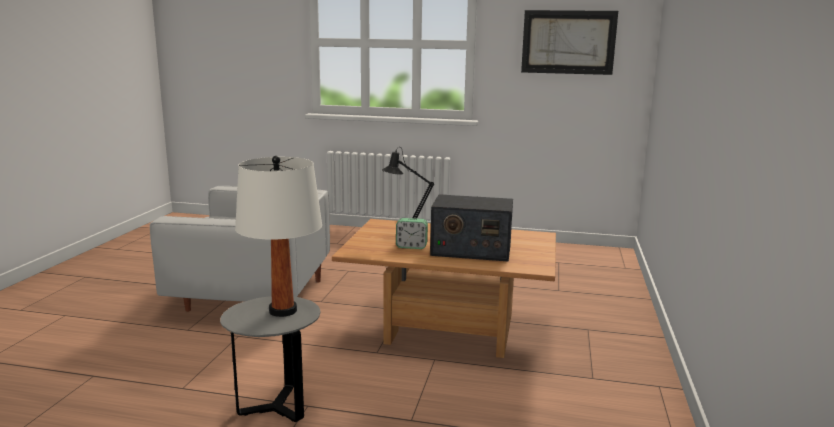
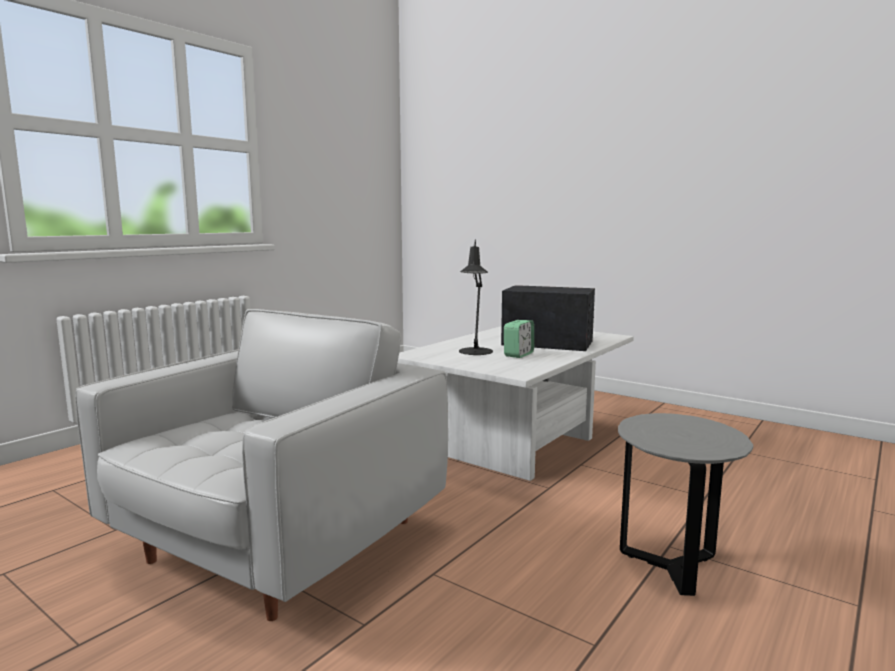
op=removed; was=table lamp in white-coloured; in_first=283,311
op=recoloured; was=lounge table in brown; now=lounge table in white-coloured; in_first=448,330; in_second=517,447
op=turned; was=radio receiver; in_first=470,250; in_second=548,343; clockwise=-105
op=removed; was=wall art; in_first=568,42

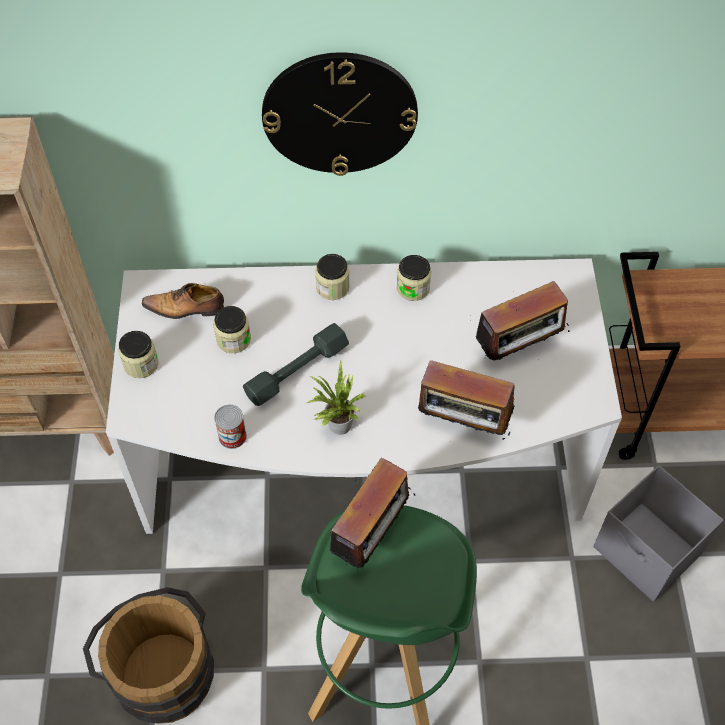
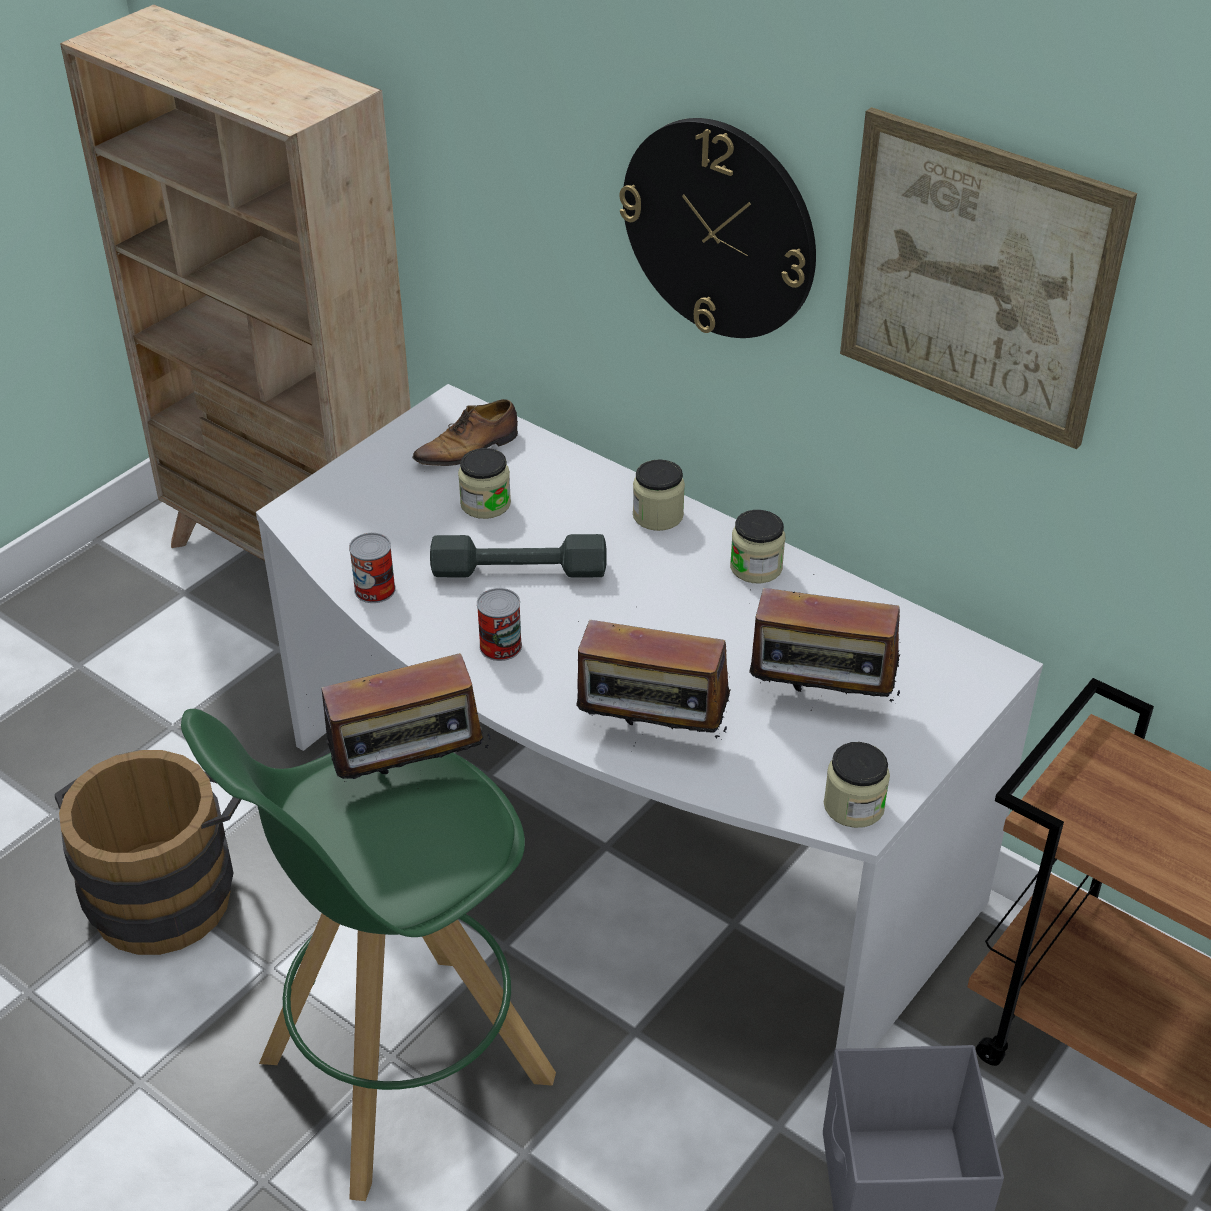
op=moved; was=jar; in_first=141,364; in_second=854,806
op=turned; was=low shoe; in_first=186,308; in_second=470,449; clockwise=-75
op=replaced; was=houseplant; now=metal can; in_first=336,425; in_second=500,646
op=turned; was=radio receiver; in_first=463,424; in_second=651,735; clockwise=-45
op=added; now=wall art; in_second=977,278

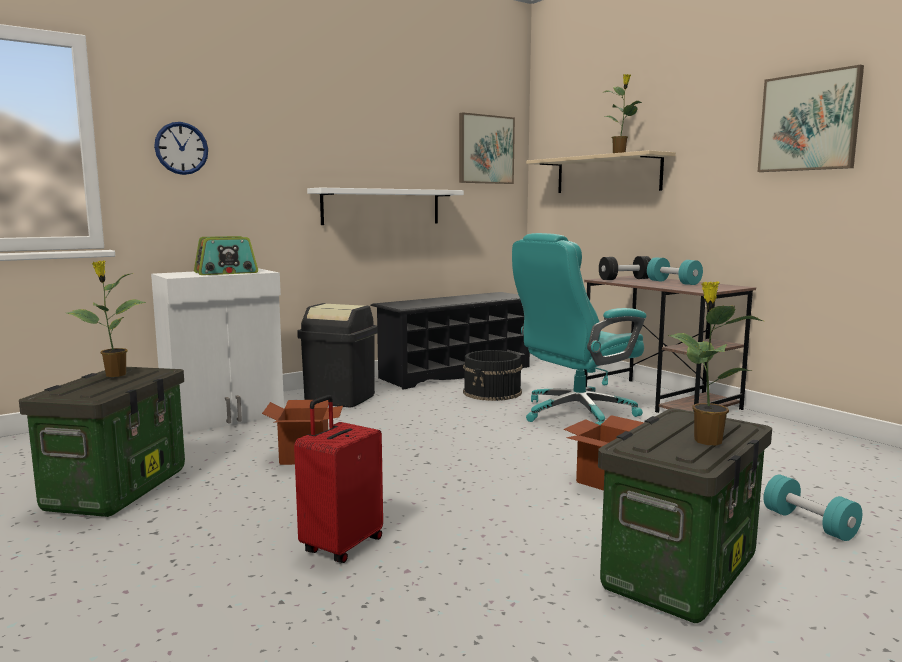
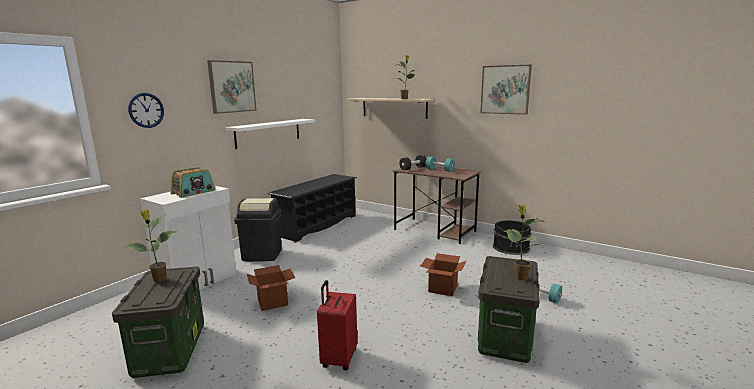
op=moved; was=wall art; in_first=485,149; in_second=232,87
op=moved; was=pail in blackish; in_first=493,392; in_second=511,247
op=removed; was=desk chair in turquoise-coloured; in_first=575,414

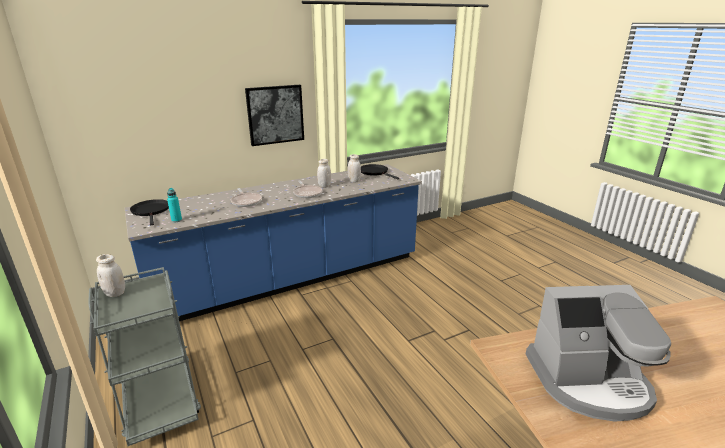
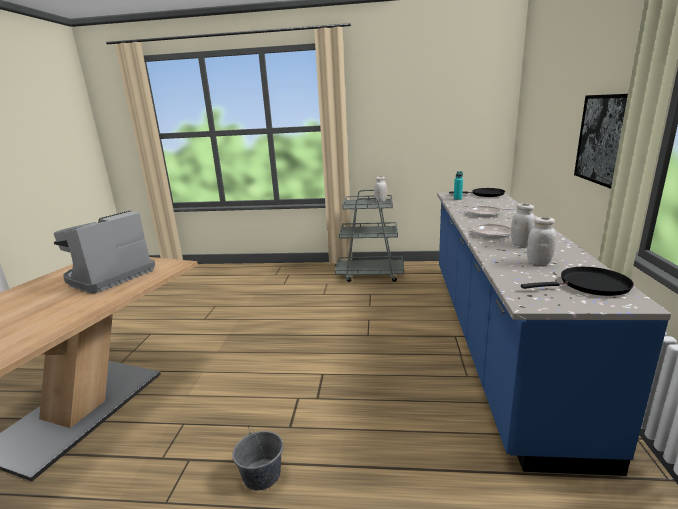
op=added; now=pail in greyish; in_second=262,475

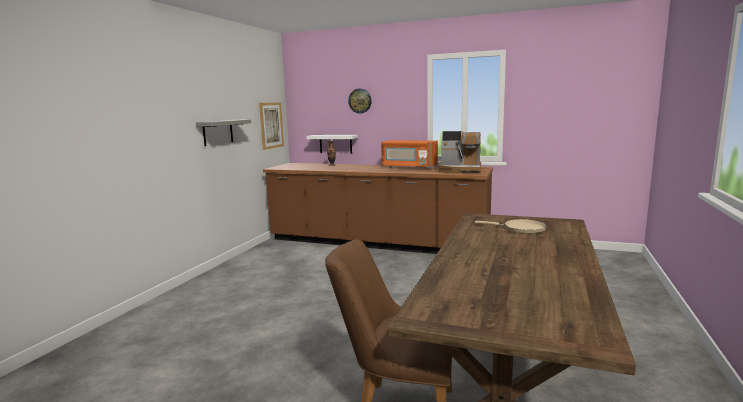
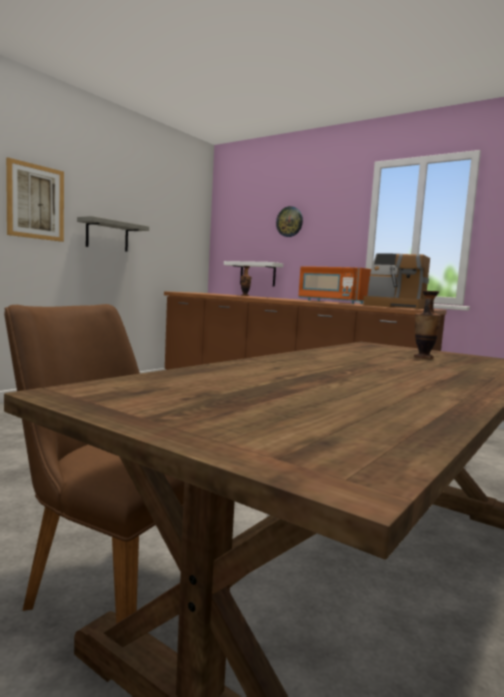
op=moved; was=wall art; in_first=271,125; in_second=35,202
op=replaced; was=frying pan in beige-coloured; now=decorative vase; in_first=521,228; in_second=423,357

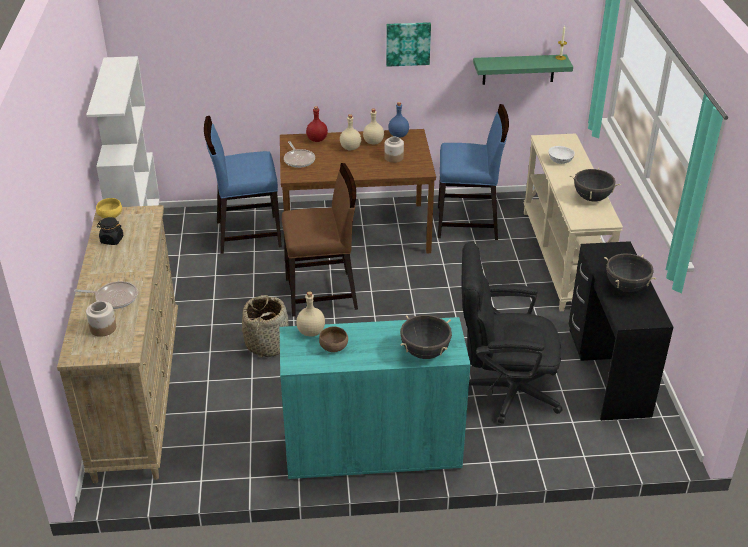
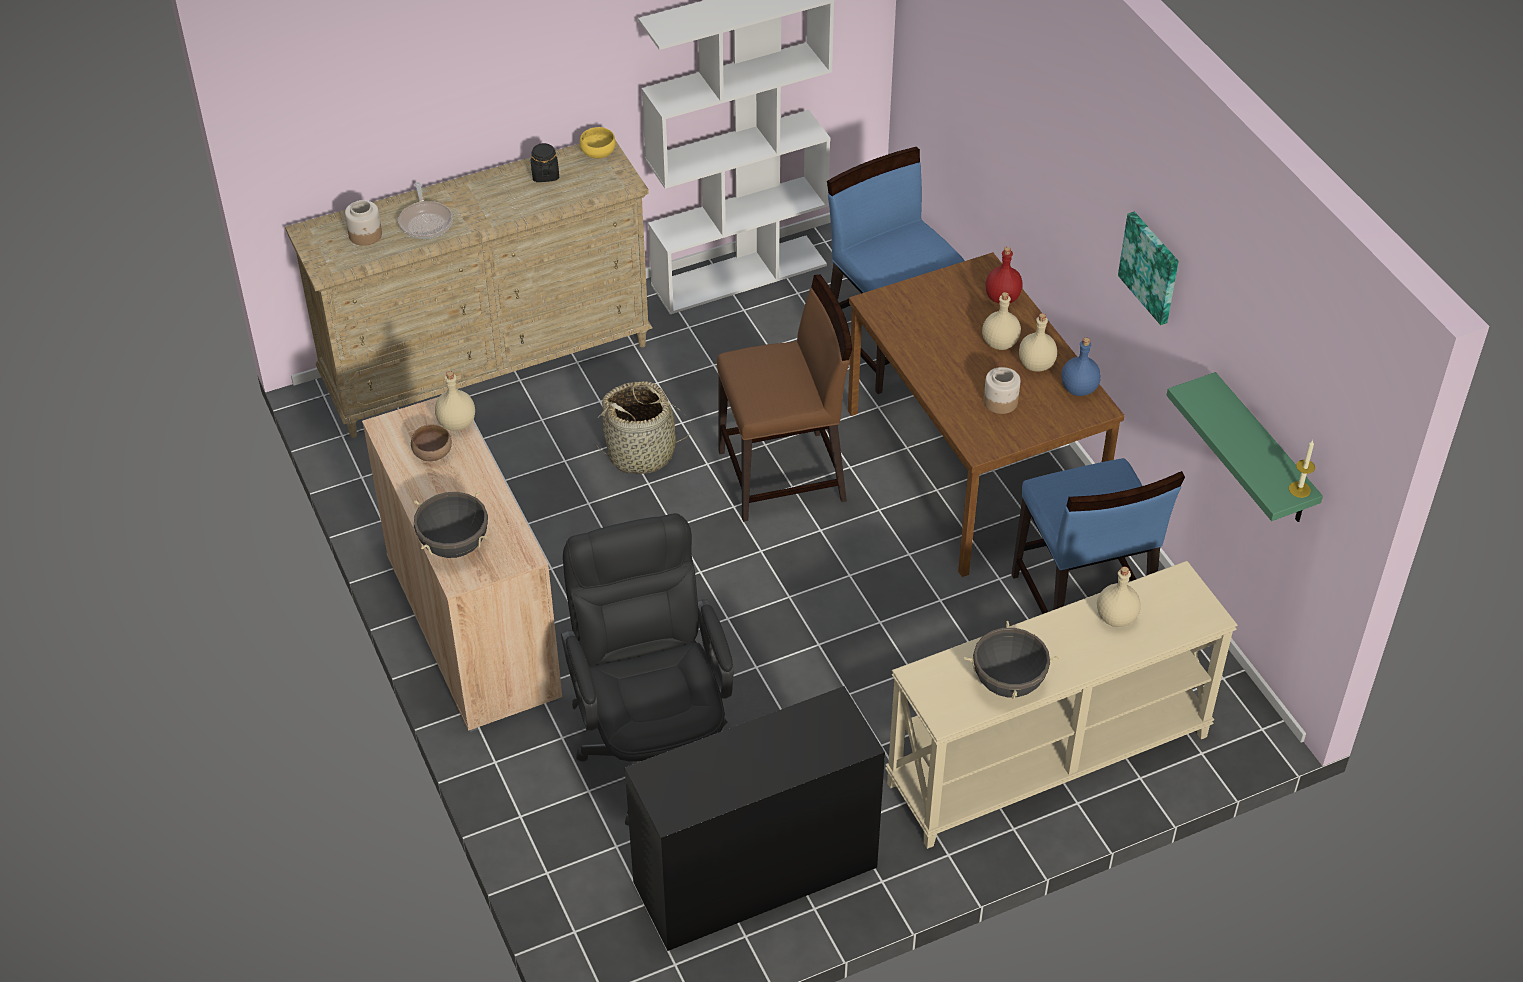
op=recoloured; was=storage cabinet in turquoise-coloured; now=storage cabinet in beige-coloured; in_first=372,449; in_second=473,627
op=turned; was=plain chair in brown; in_first=322,294; in_second=783,476; clockwise=-75
op=removed; was=frying pan; in_first=299,160
op=replaced; was=serving bowl in white-coloured; now=drink bottle in beige-coloured; in_first=560,161; in_second=1115,618
op=removed; was=saucepot in blackish; in_first=626,287

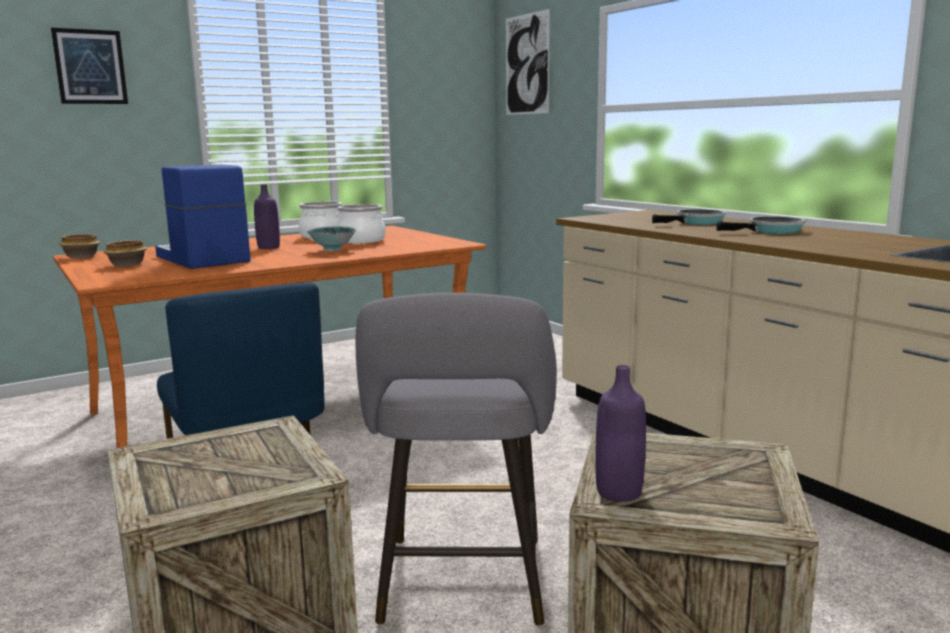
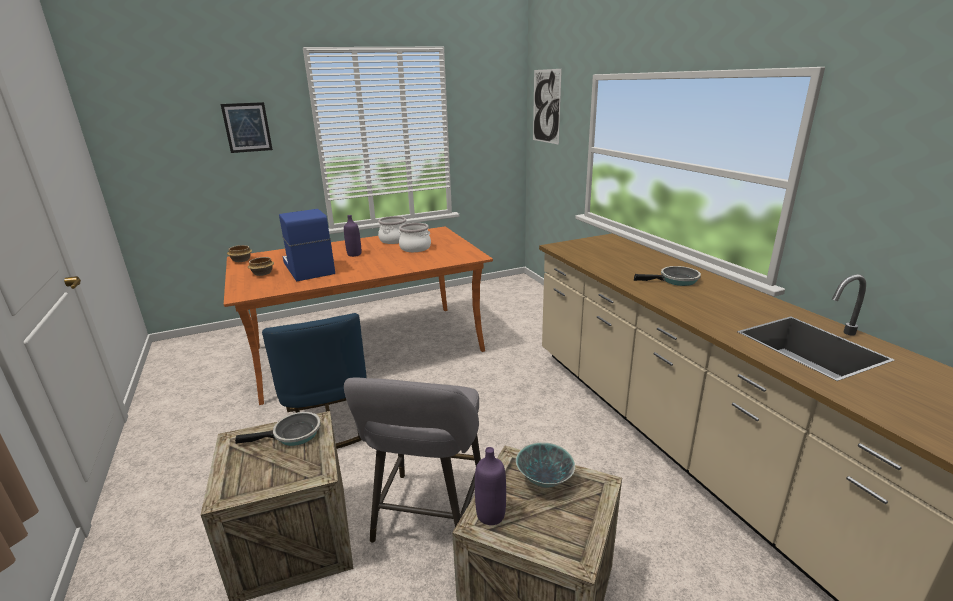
op=moved; was=serving bowl; in_first=332,250; in_second=544,480
op=moved; was=frying pan; in_first=697,222; in_second=293,435

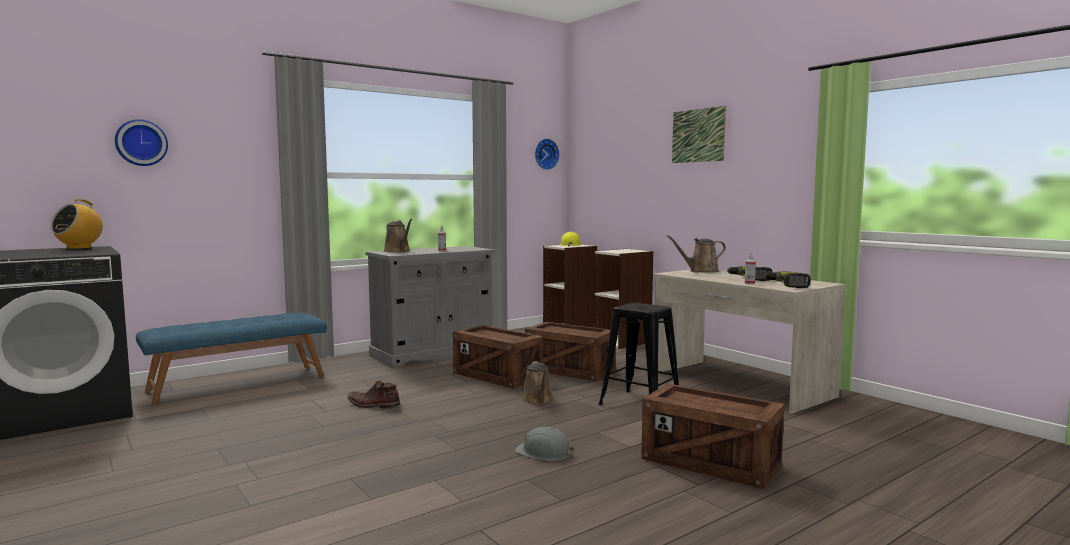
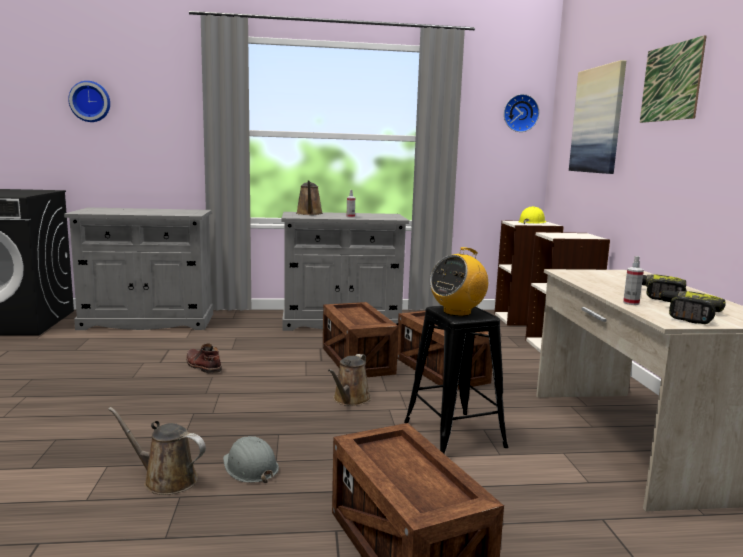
op=moved; was=radio receiver; in_first=79,248; in_second=457,312
op=replaced; was=bench in bluish; now=storage cabinet in greyish; in_first=238,384; in_second=148,322
op=moved; was=sprinkling can in brown; in_first=701,271; in_second=166,480
op=added; now=wall art; in_second=598,120

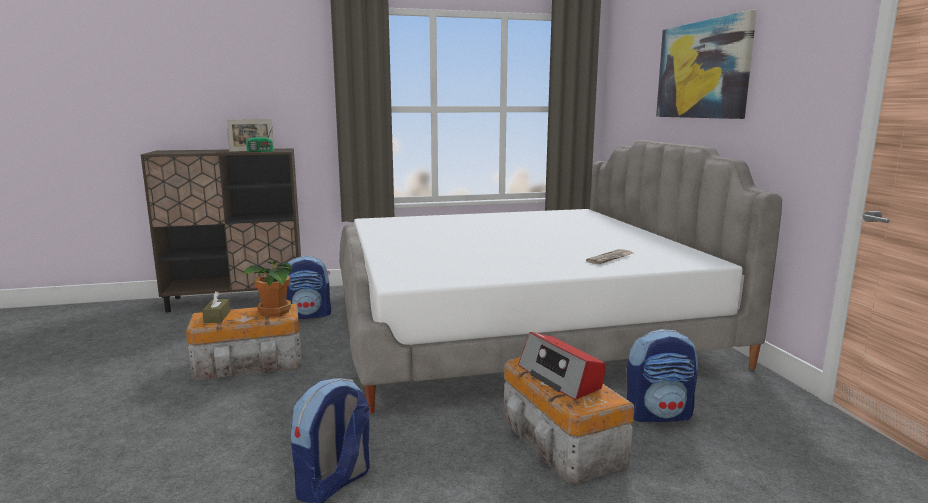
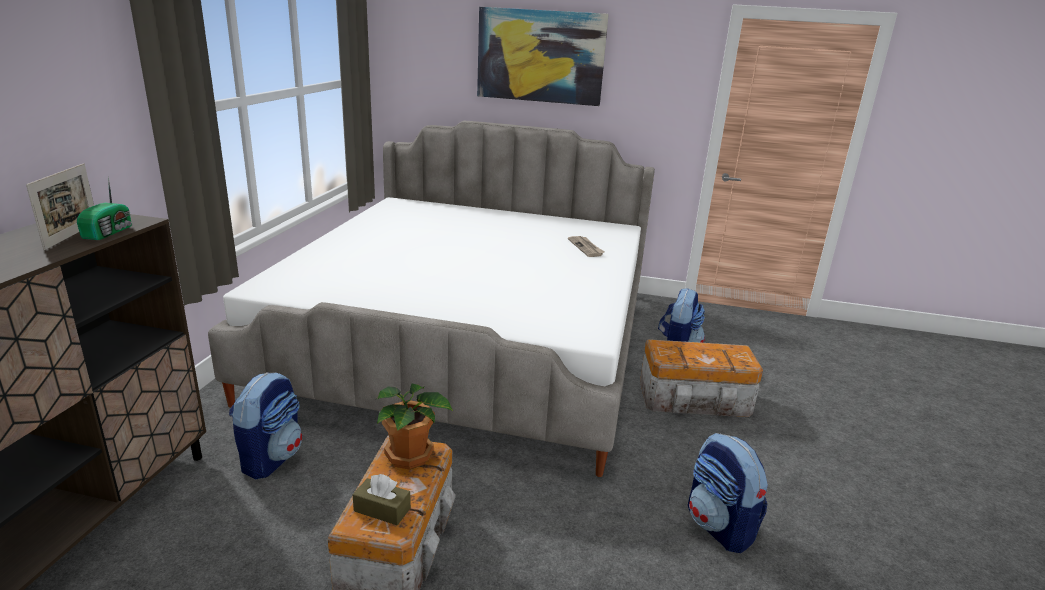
op=removed; was=radio receiver; in_first=560,377

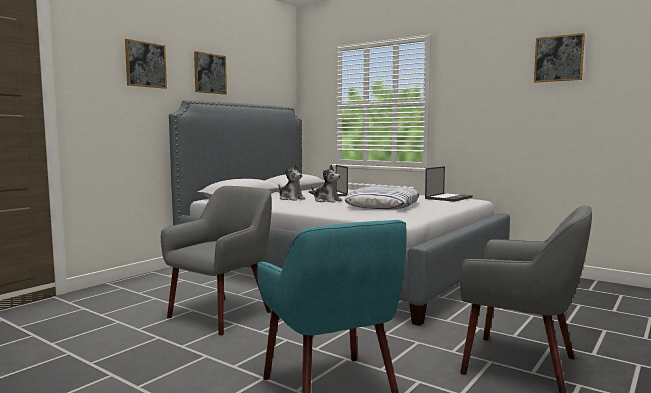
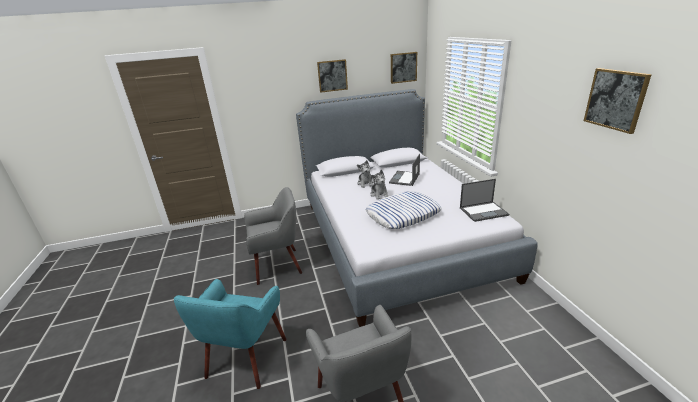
op=moved; was=wall art; in_first=145,64; in_second=403,67

